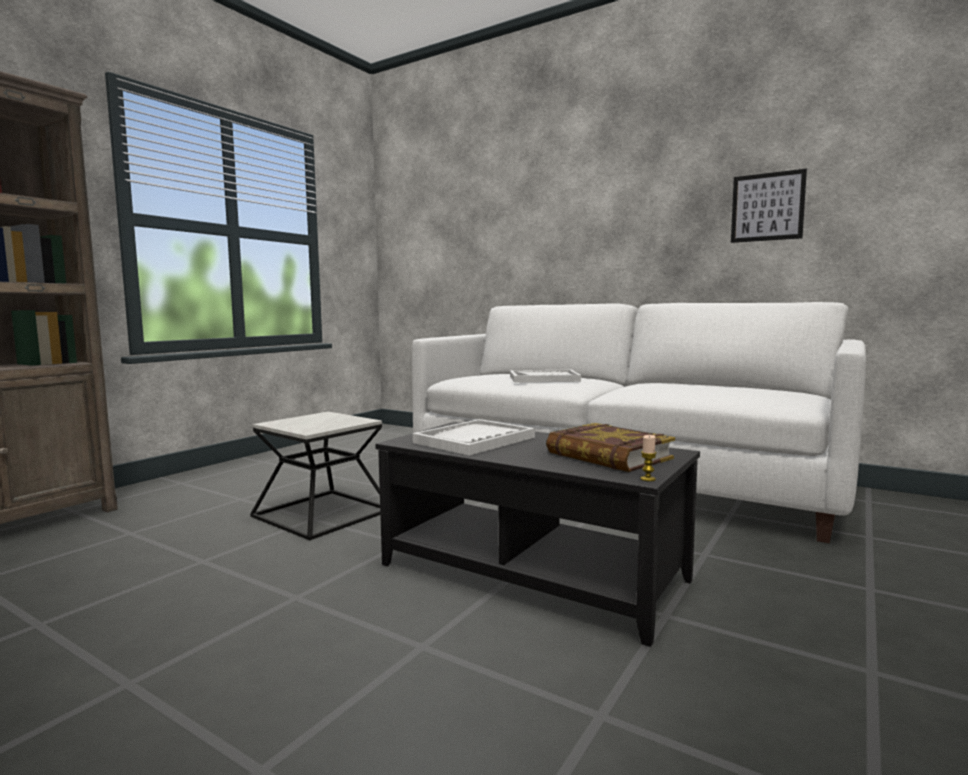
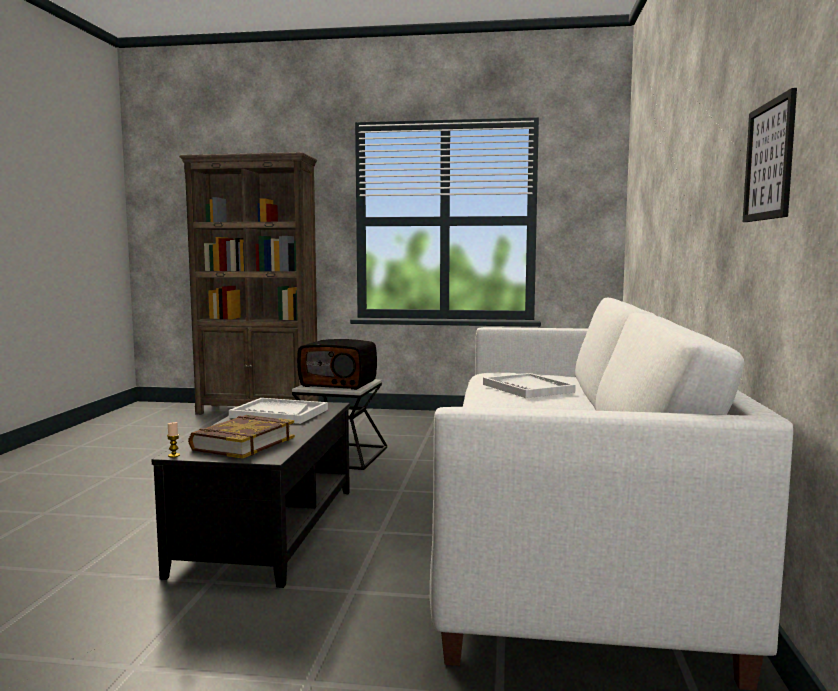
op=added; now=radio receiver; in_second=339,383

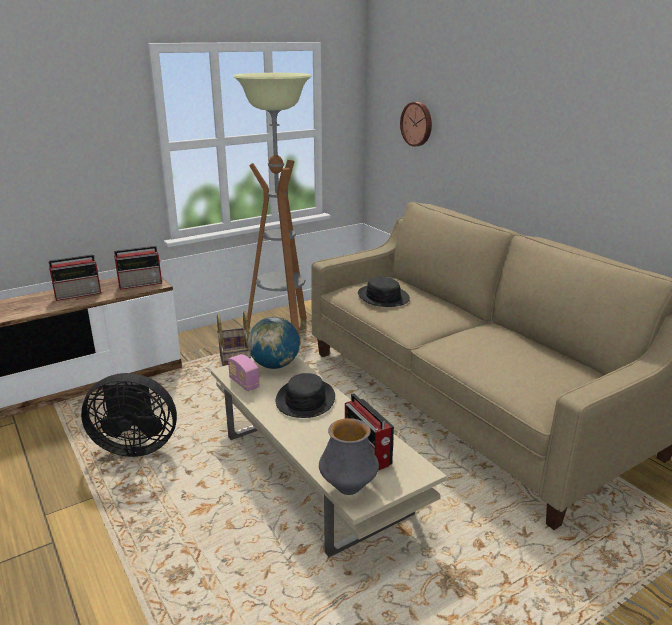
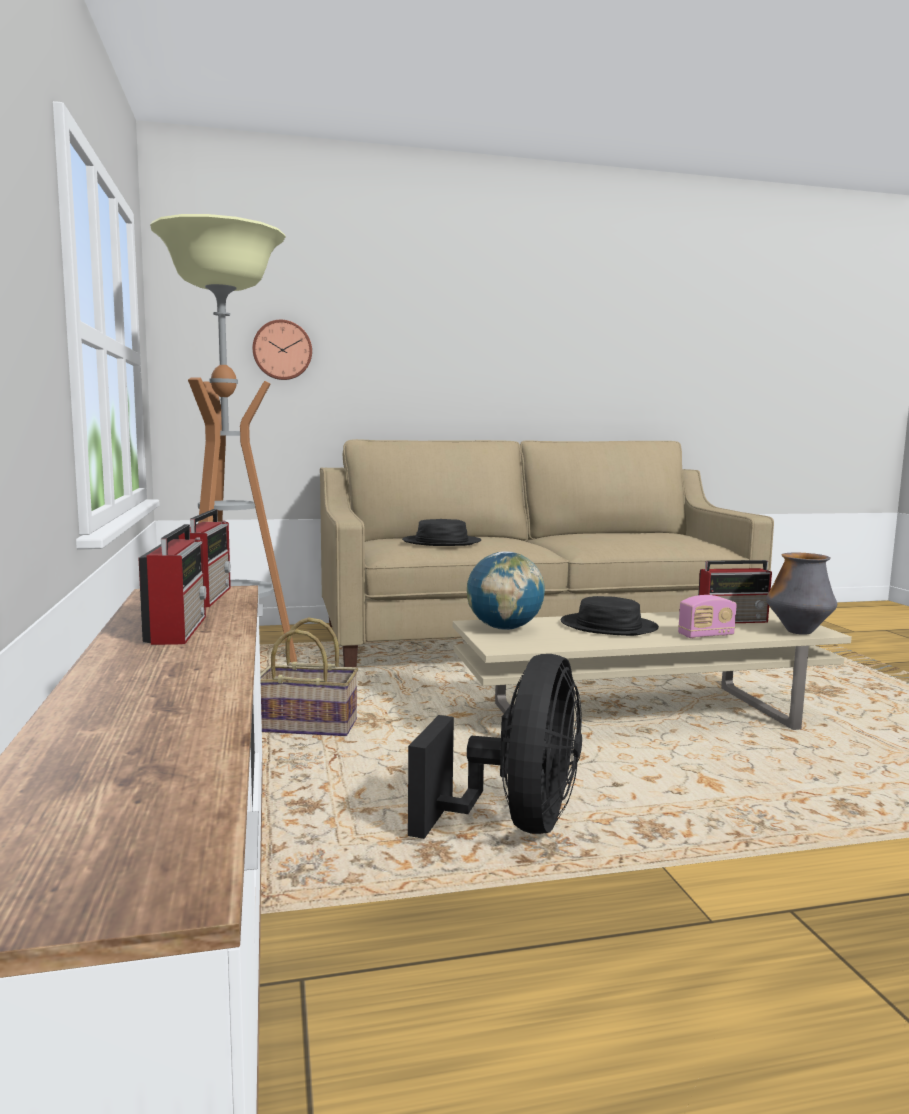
op=moved; was=radio receiver; in_first=244,383; in_second=706,635

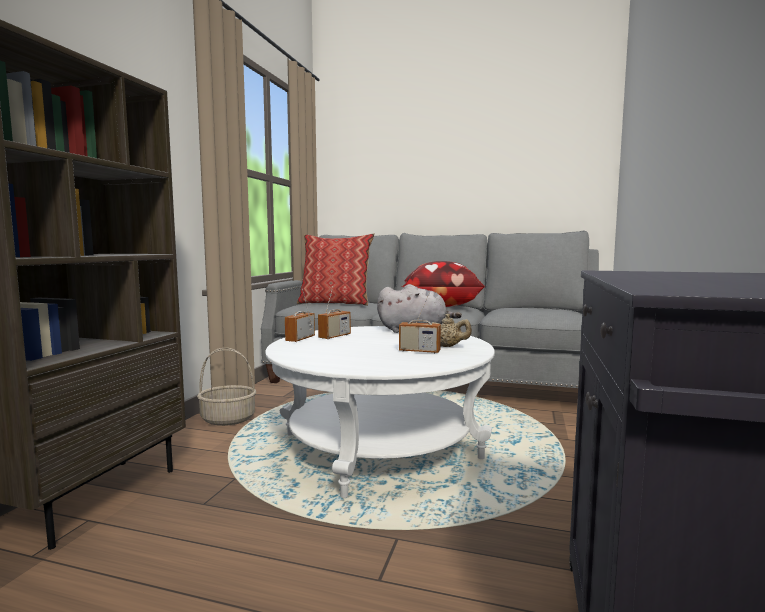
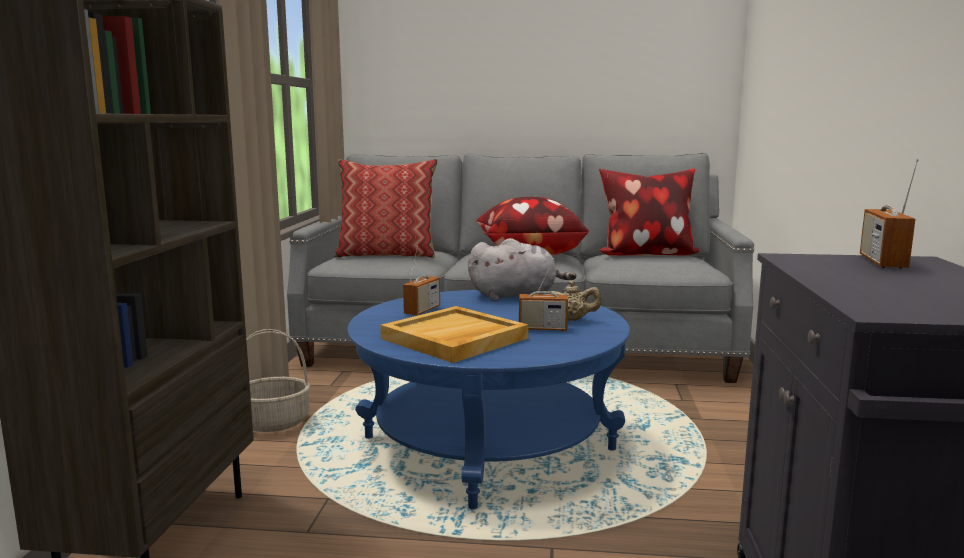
op=recoloured; was=lounge table in white-coloured; now=lounge table in bluish; in_first=380,446; in_second=488,444
op=moved; was=radio receiver; in_first=300,339; in_second=882,262
op=added; now=carrying tray in beige-coloured; in_second=454,339
op=added; now=throw pillow; in_second=645,255

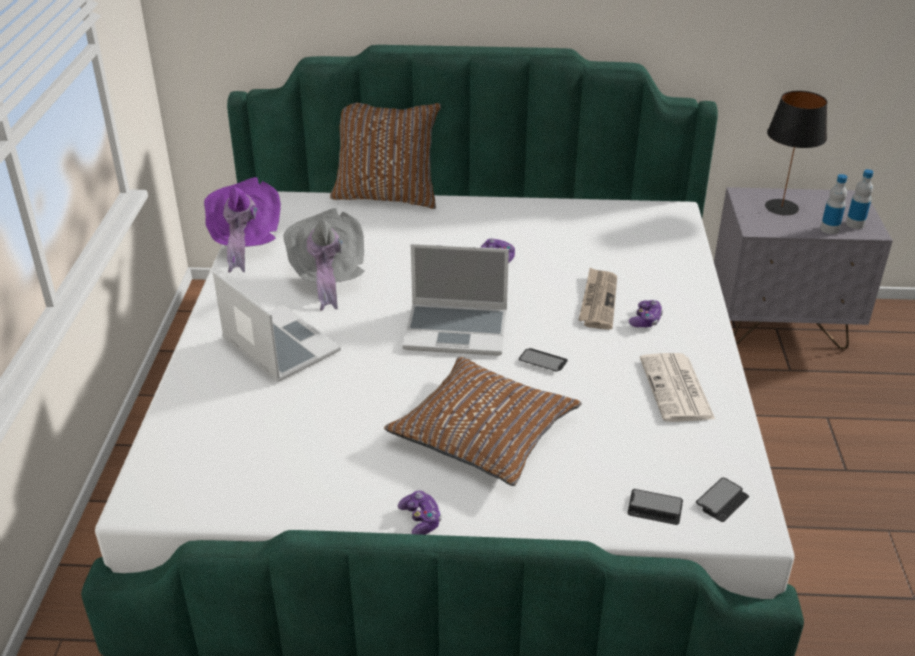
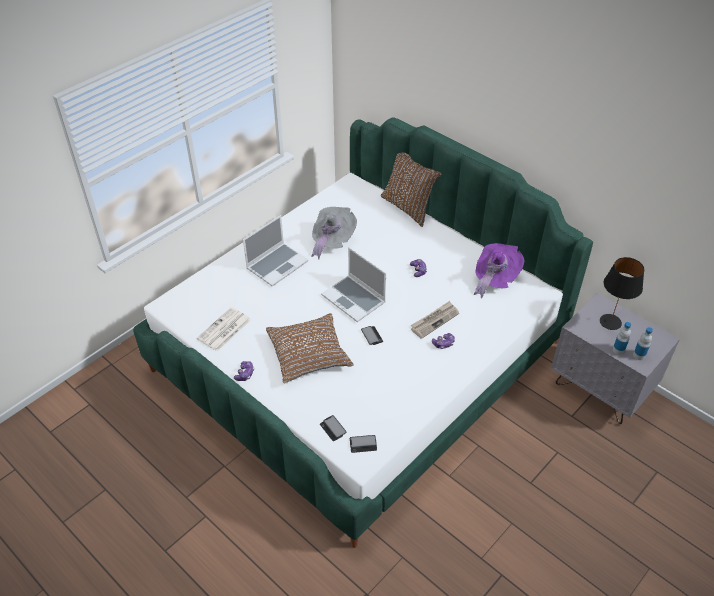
op=moved; was=hat in purple; in_first=244,243; in_second=494,279
op=turned; was=notebook computer; in_first=278,346; in_second=277,264; clockwise=45
op=moved; was=printed paper; in_first=677,389; in_second=224,330

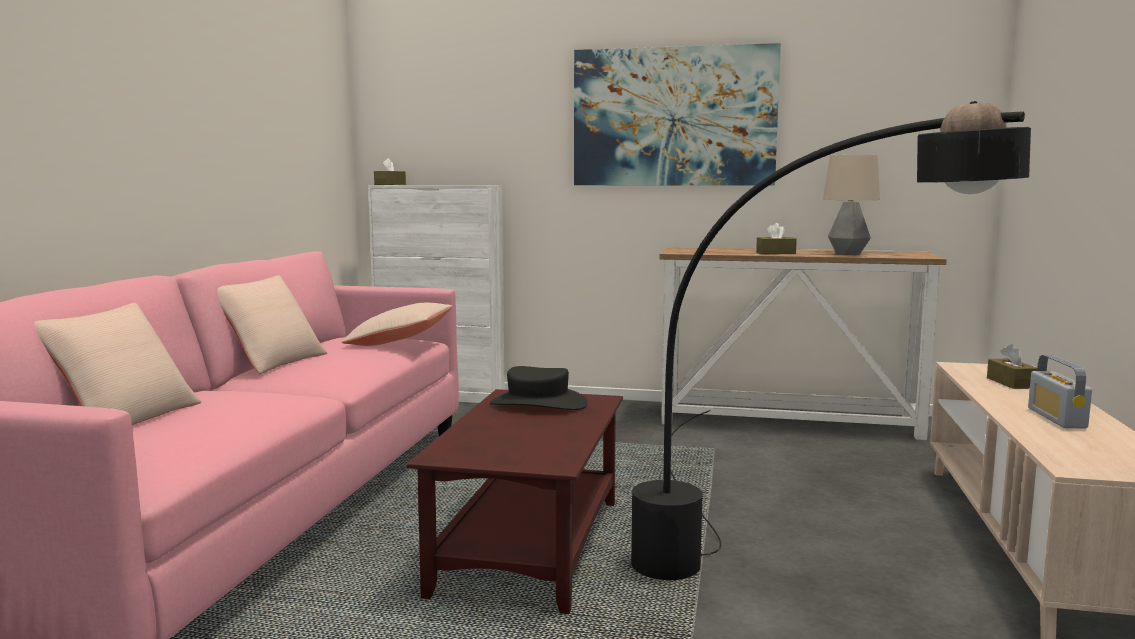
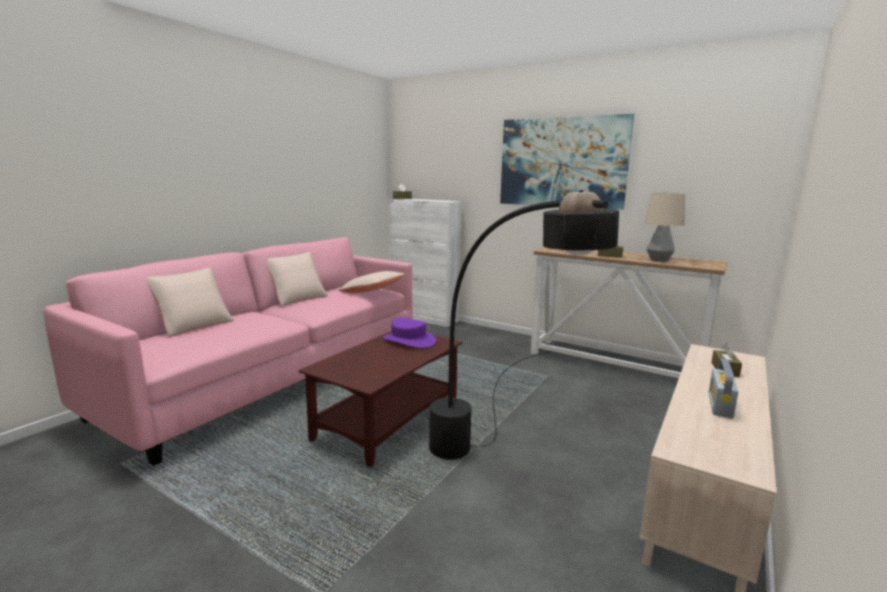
op=recoloured; was=hat in blackish; now=hat in purple; in_first=538,404; in_second=409,340

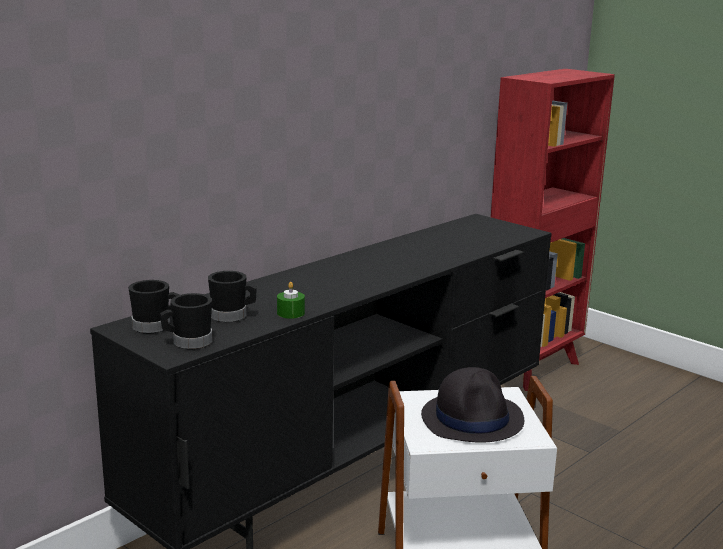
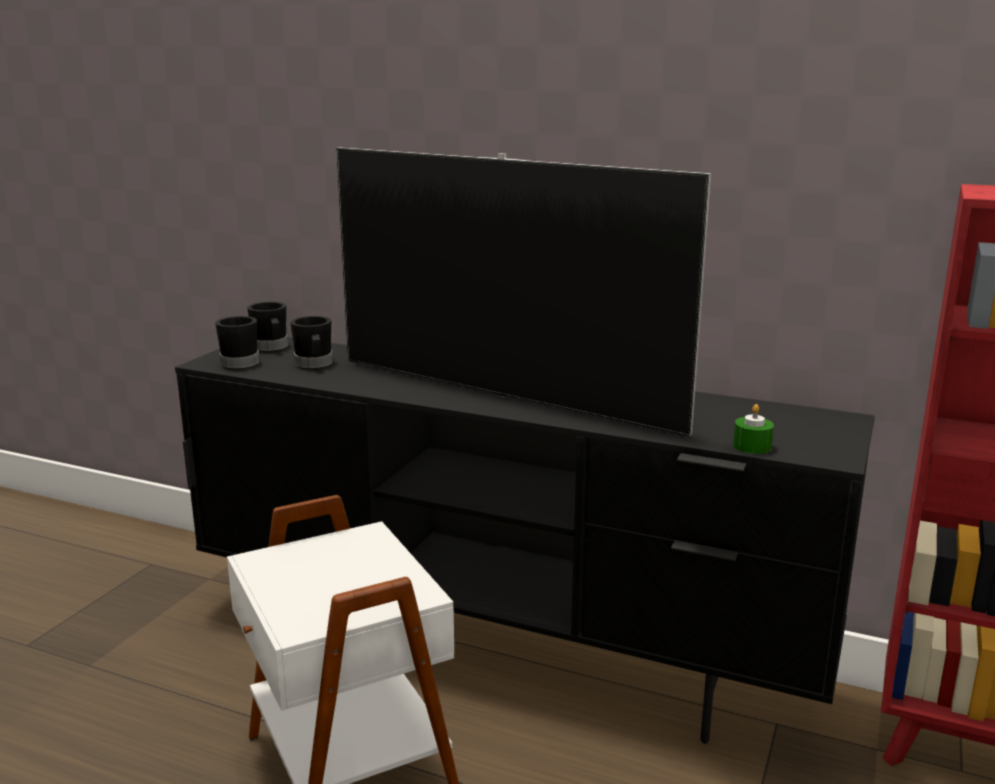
op=moved; was=wax candle in greenish; in_first=290,313; in_second=752,446
op=removed; was=hat in blackish; in_first=472,419
op=added; now=television; in_second=503,395

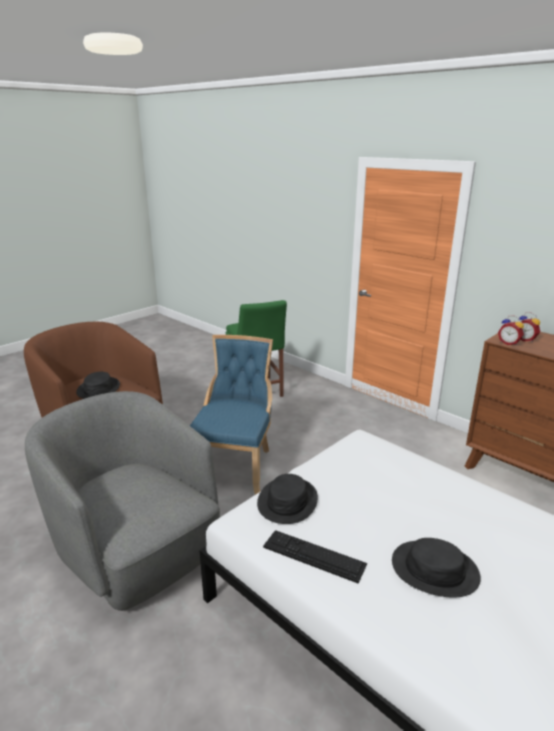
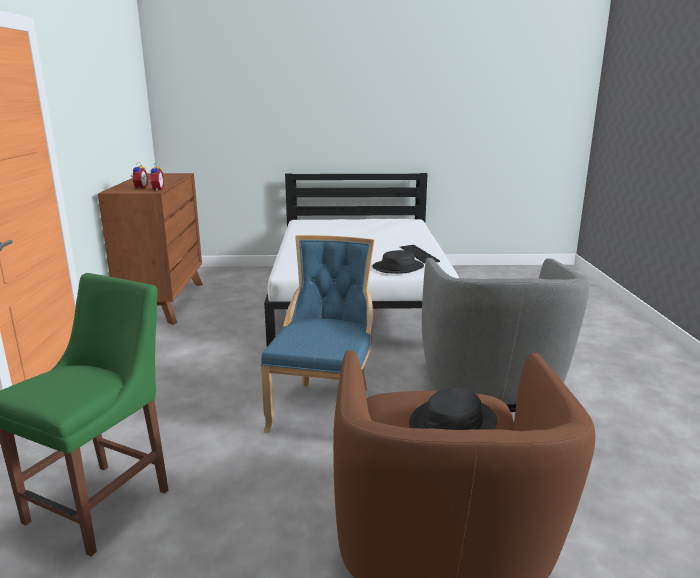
op=turned; was=plain chair in bluish; in_first=236,466; in_second=324,408; clockwise=135
op=removed; was=hat in blackish; in_first=434,569

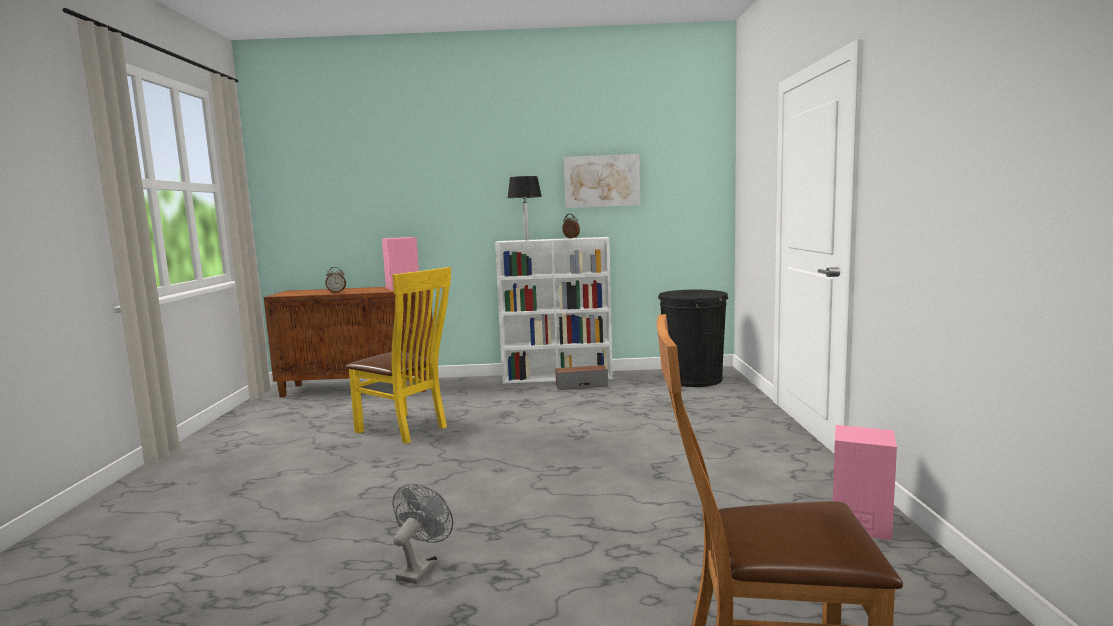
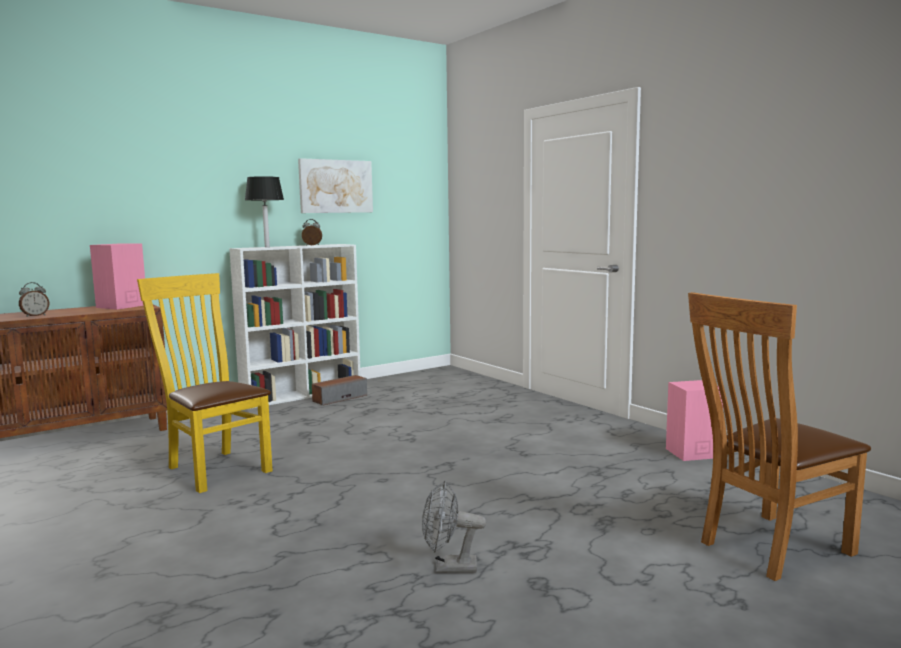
op=turned; was=plain chair in yellow-coloured; in_first=406,430; in_second=214,468; clockwise=-135
op=turned; was=cooling fan in greyish; in_first=421,568; in_second=449,567; clockwise=-75
op=removed; was=trash can in blackish; in_first=693,379

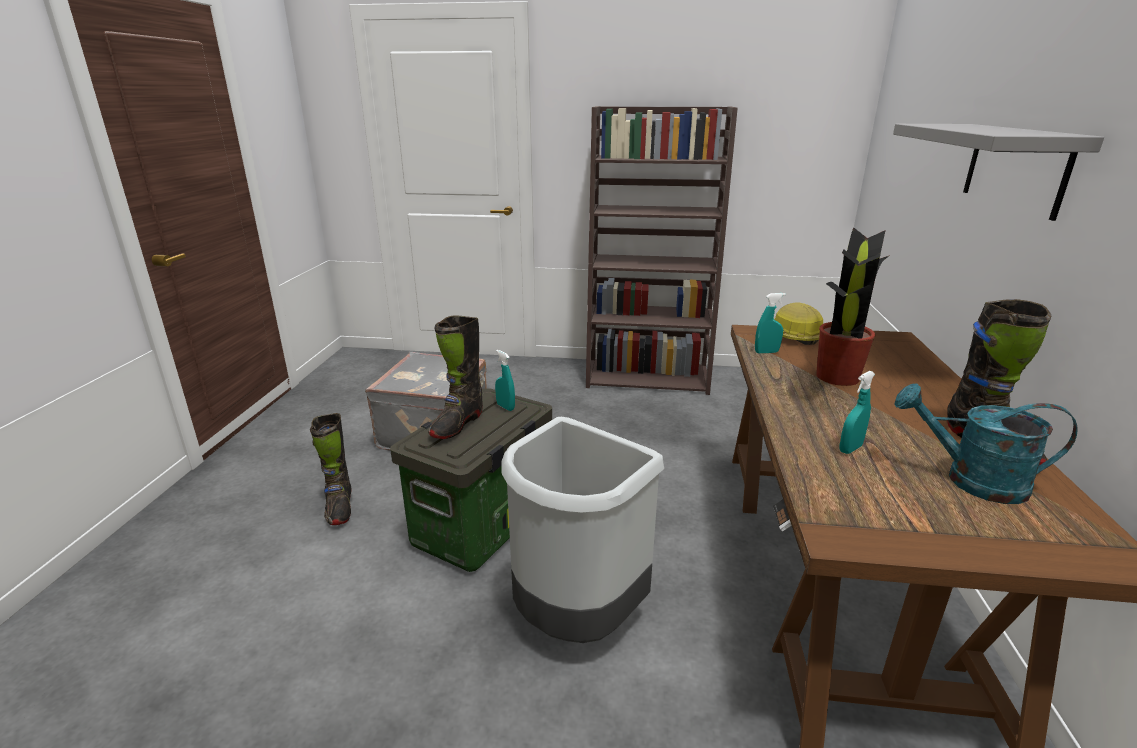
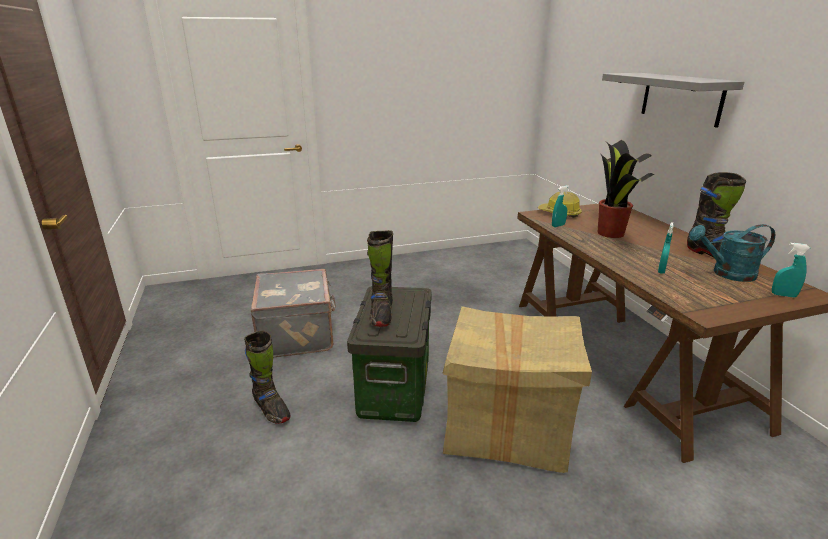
op=moved; was=sprayer in turquoise-coloured; in_first=505,407; in_second=783,295
op=replaced; was=trash can in greyish; now=carton; in_first=576,619; in_second=507,427
op=removed; was=bookshelf in brown; in_first=648,377

